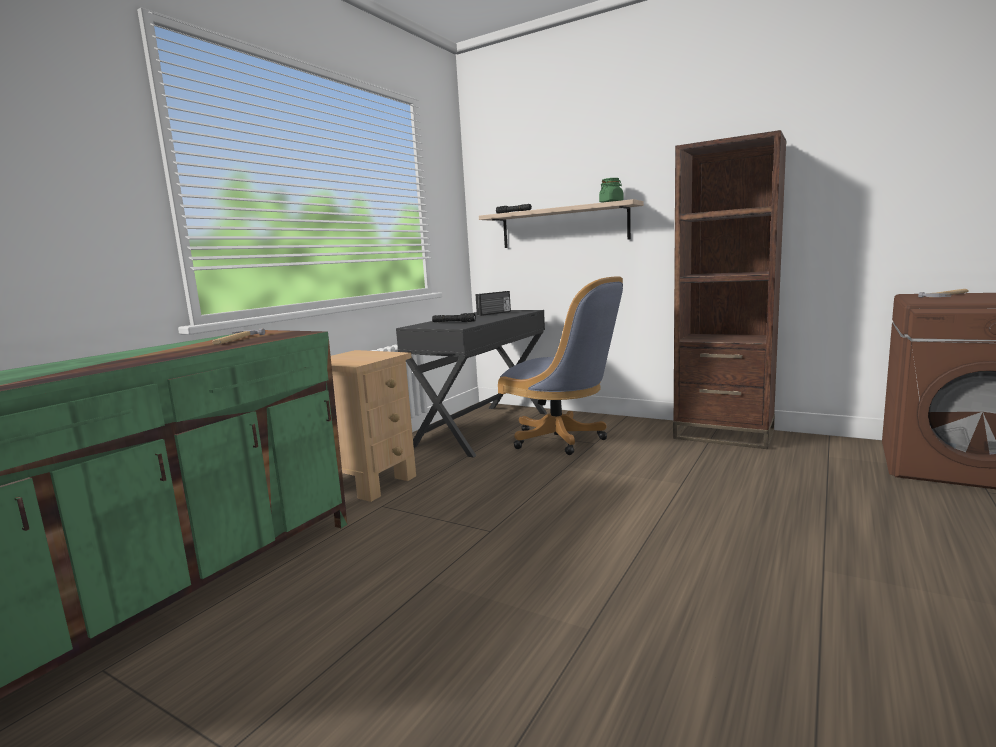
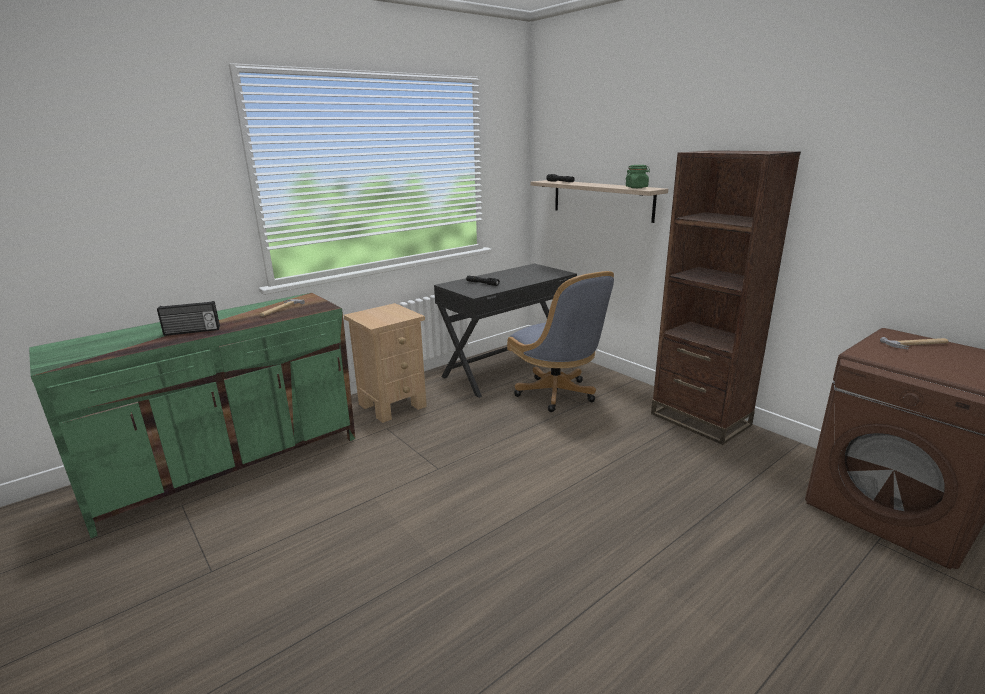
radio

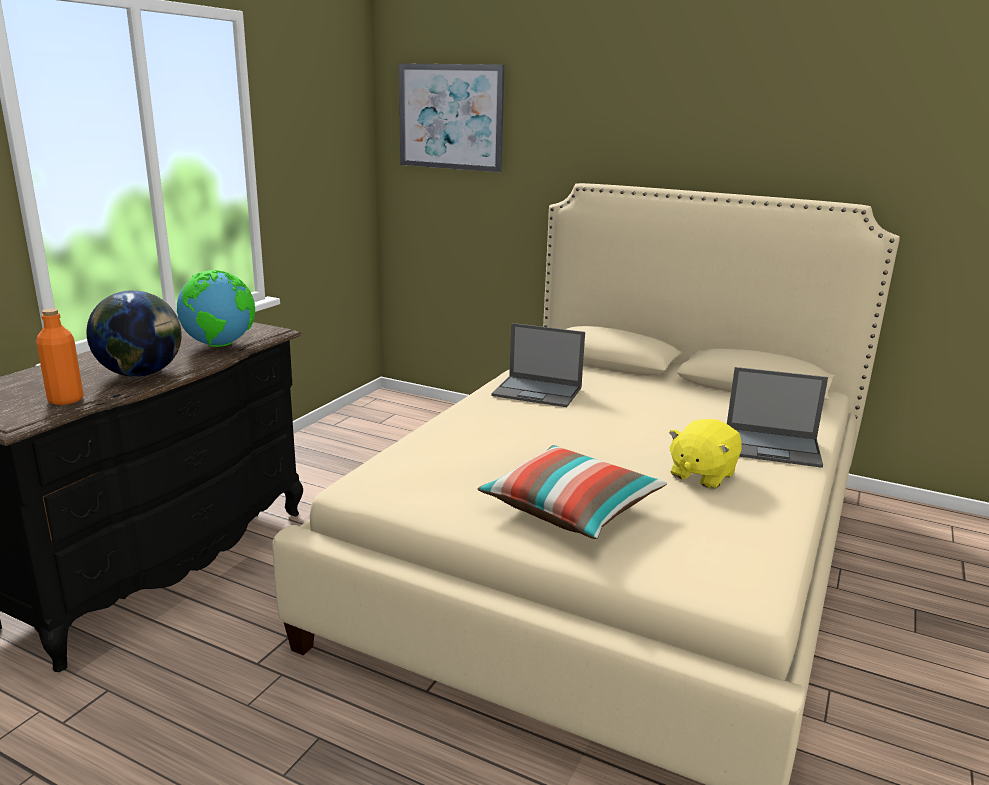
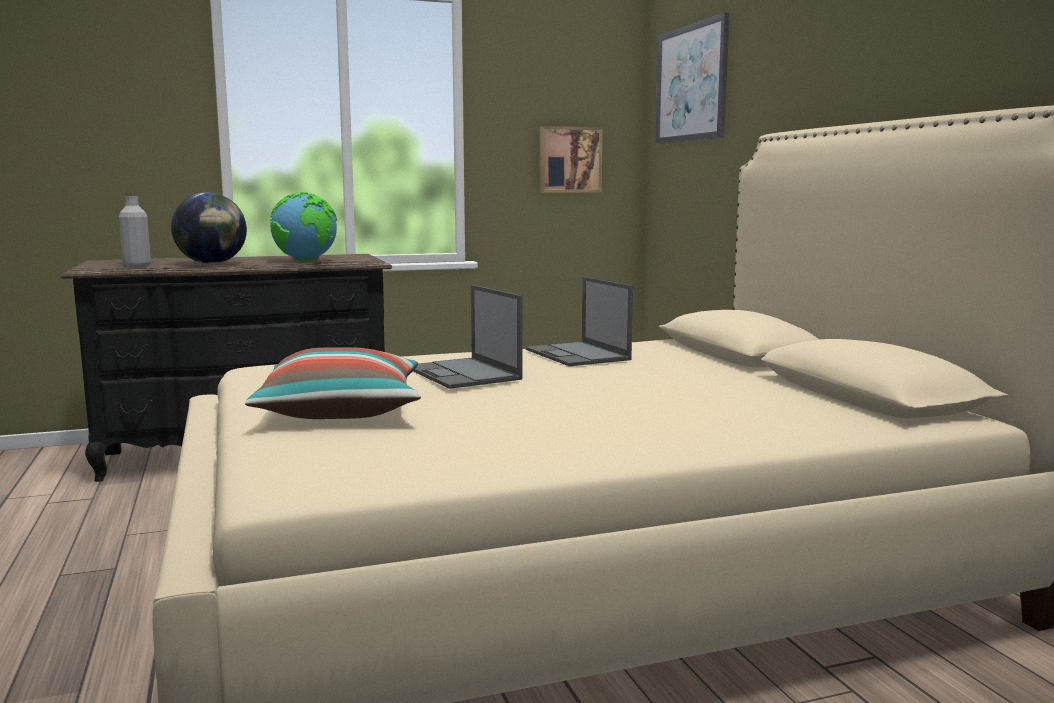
grey bottle; yellow plush toy; laptop (1st from left); picture (1st from left)

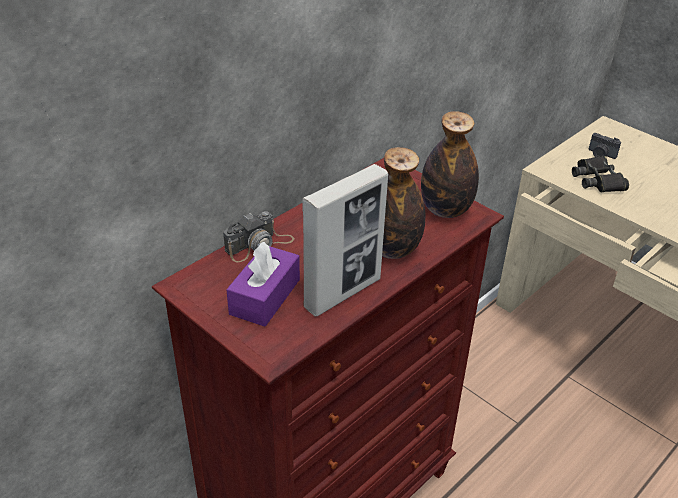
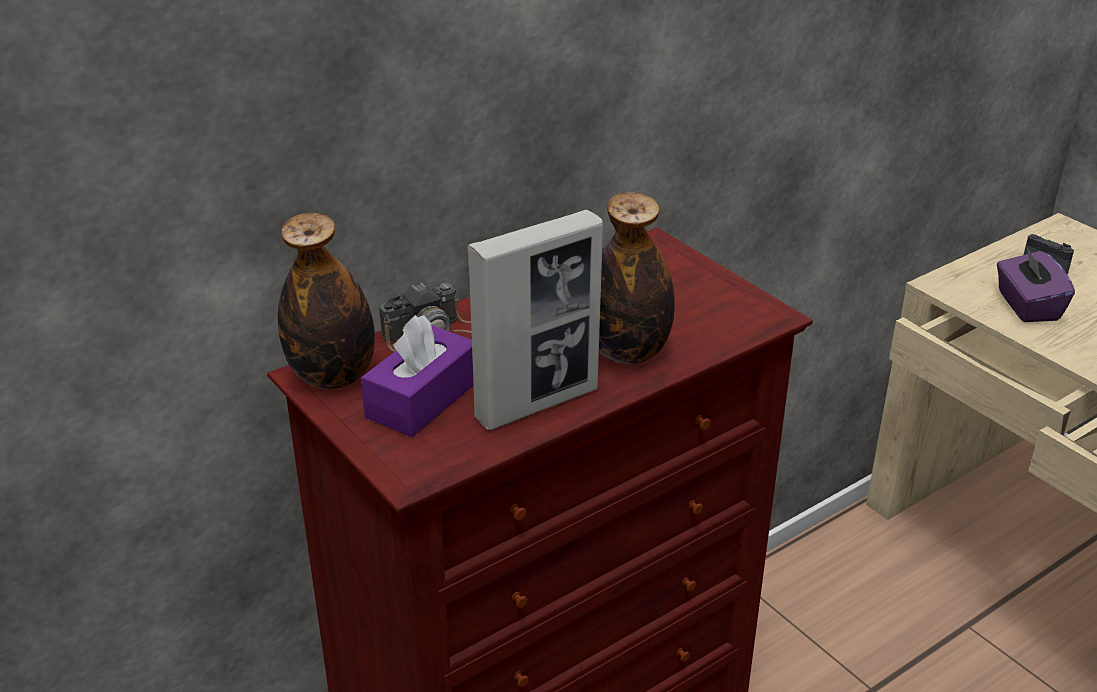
bottle (1st from left); purple tissue box (2nd from left)

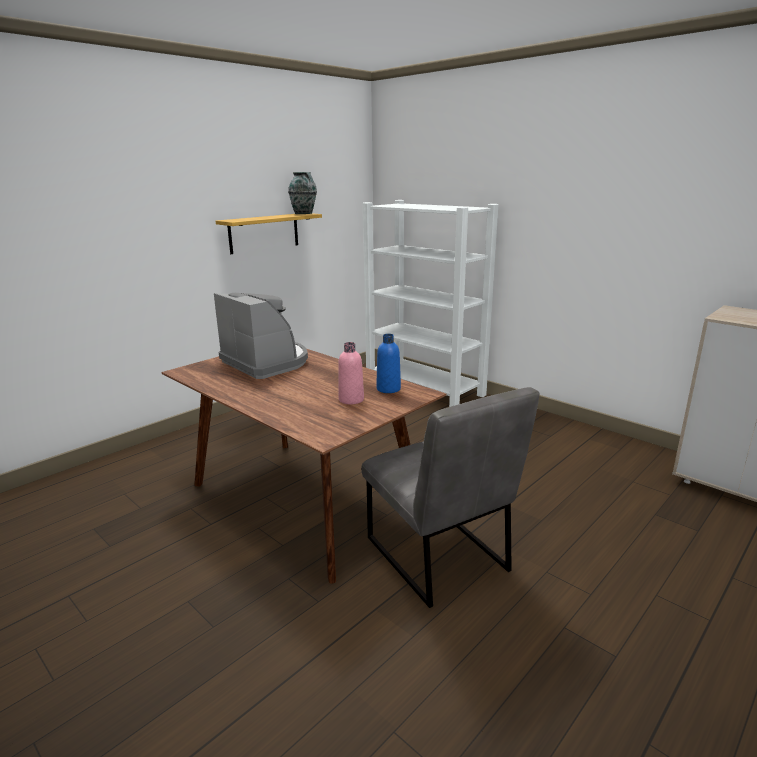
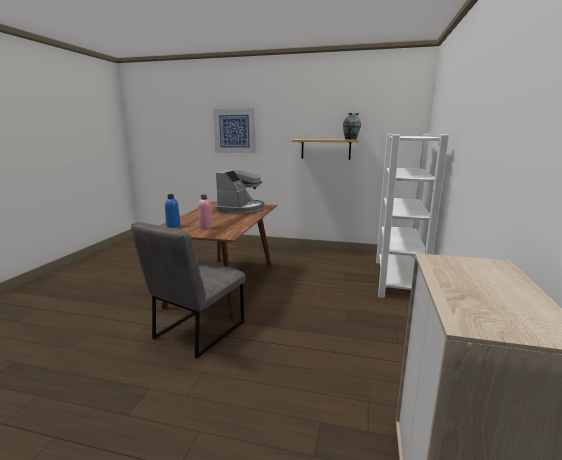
blue bottle; picture

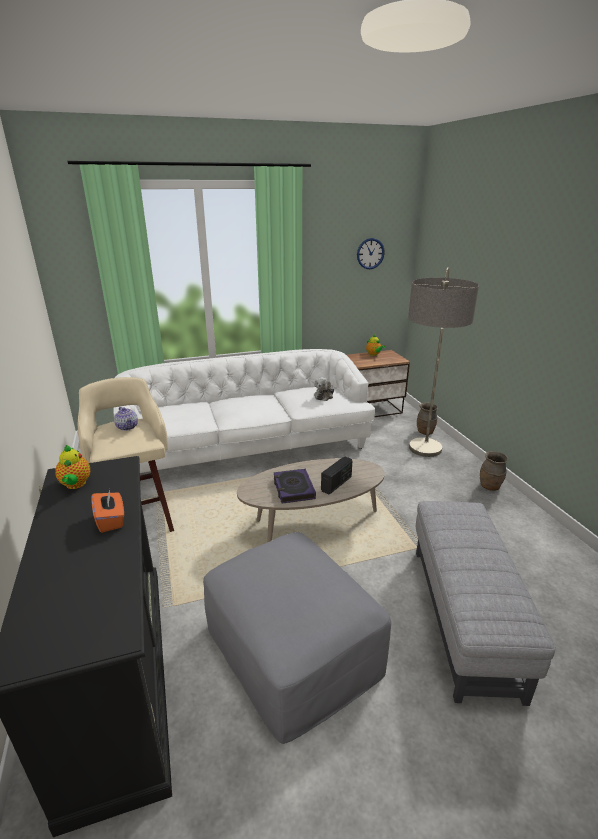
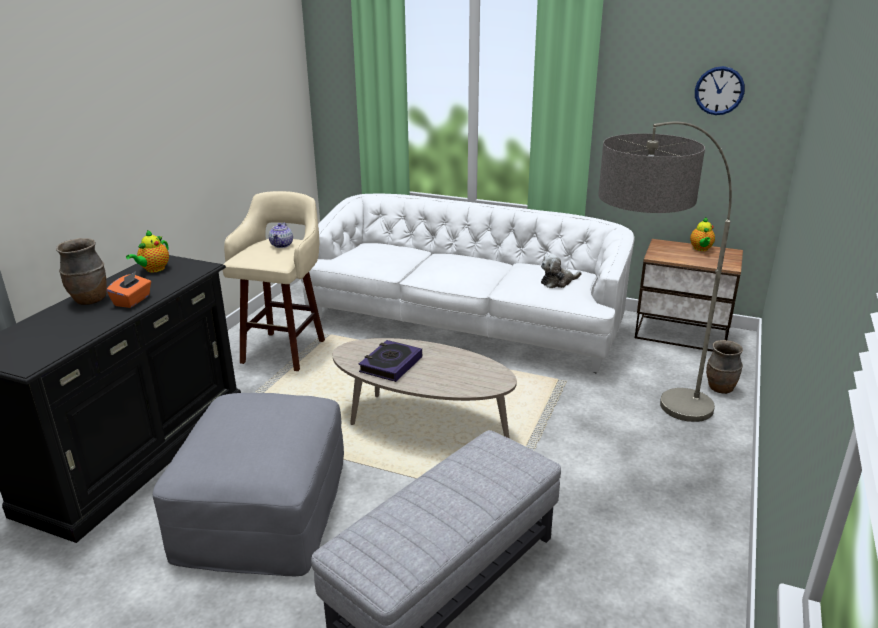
radio; brown vase (1st from left)

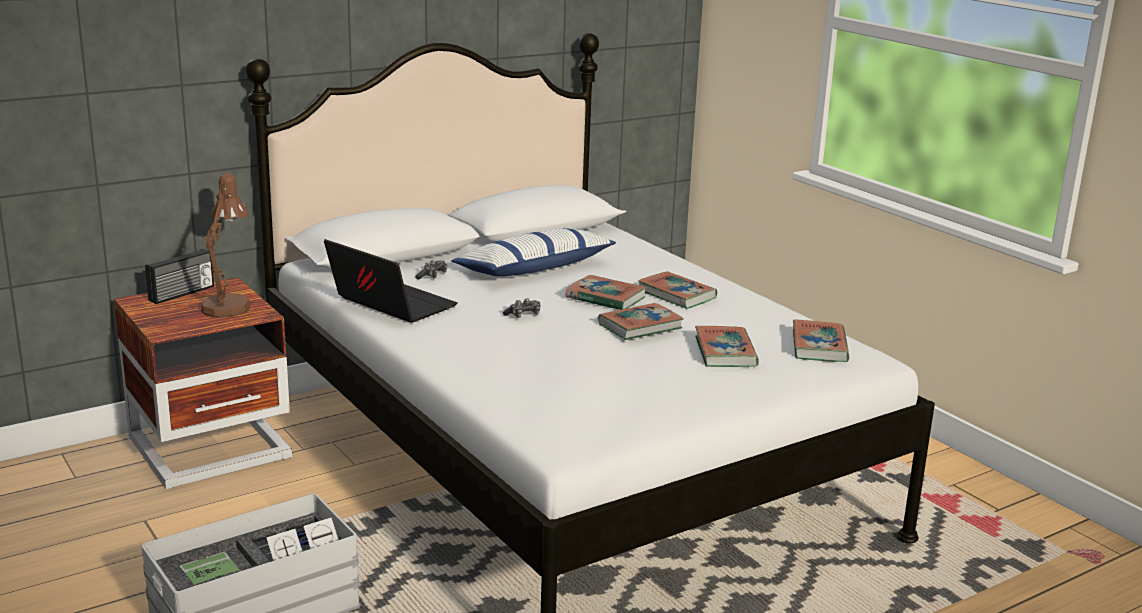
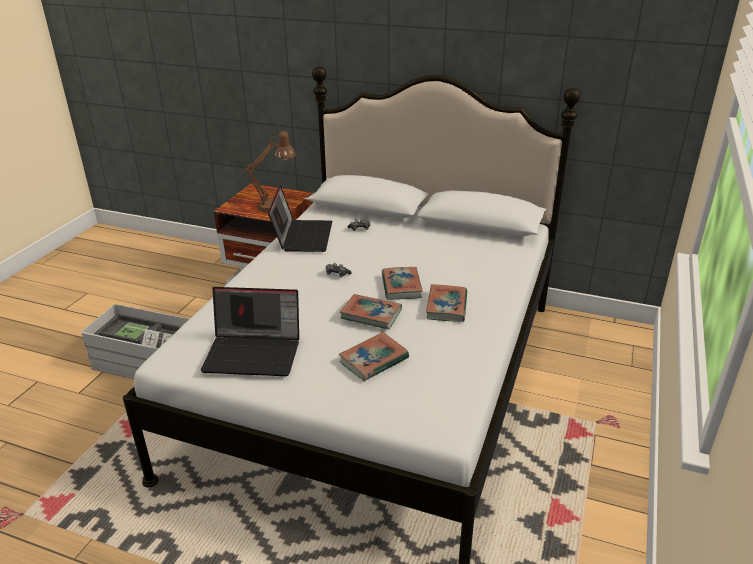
radio; pillow; book (5th from left in the first image); laptop (1st from left)

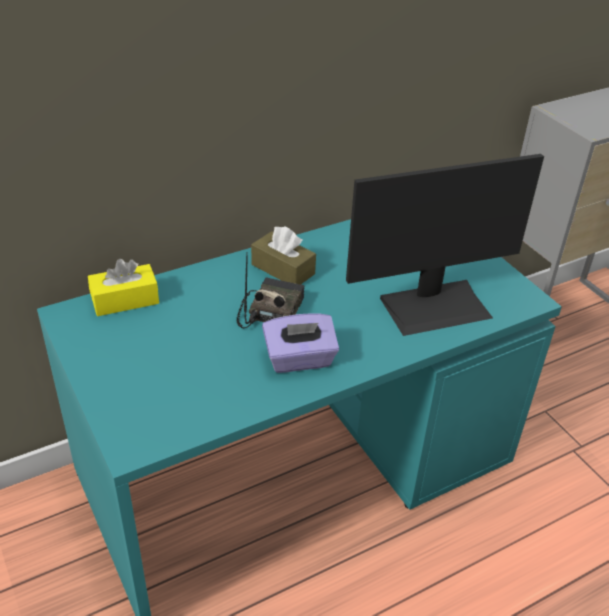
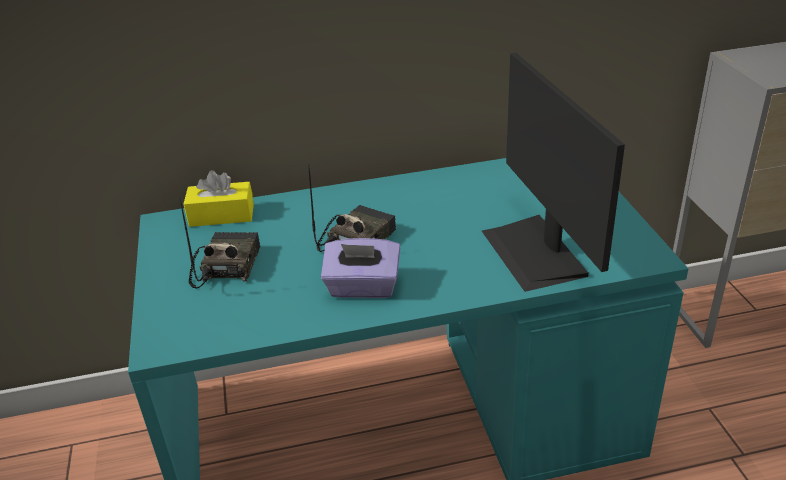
brown tissue box; monitor; radio (1st from left)

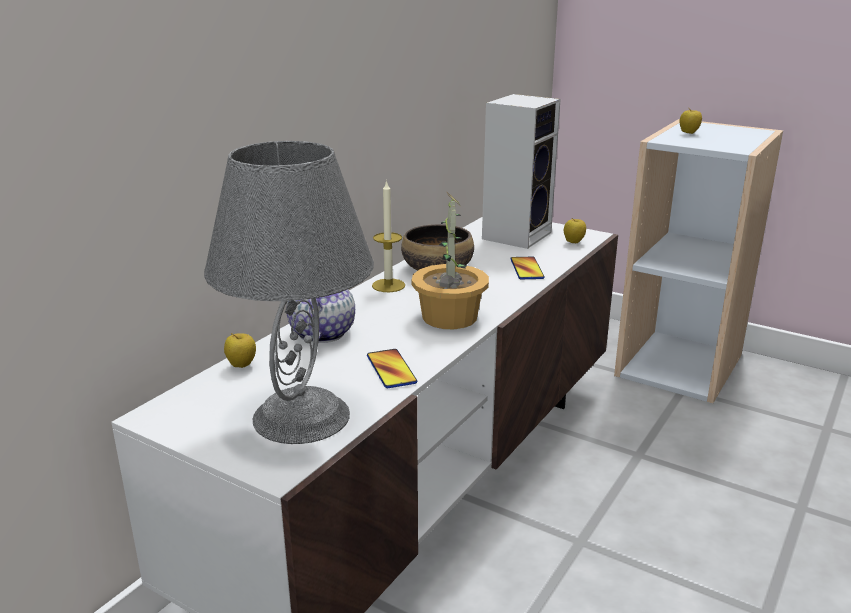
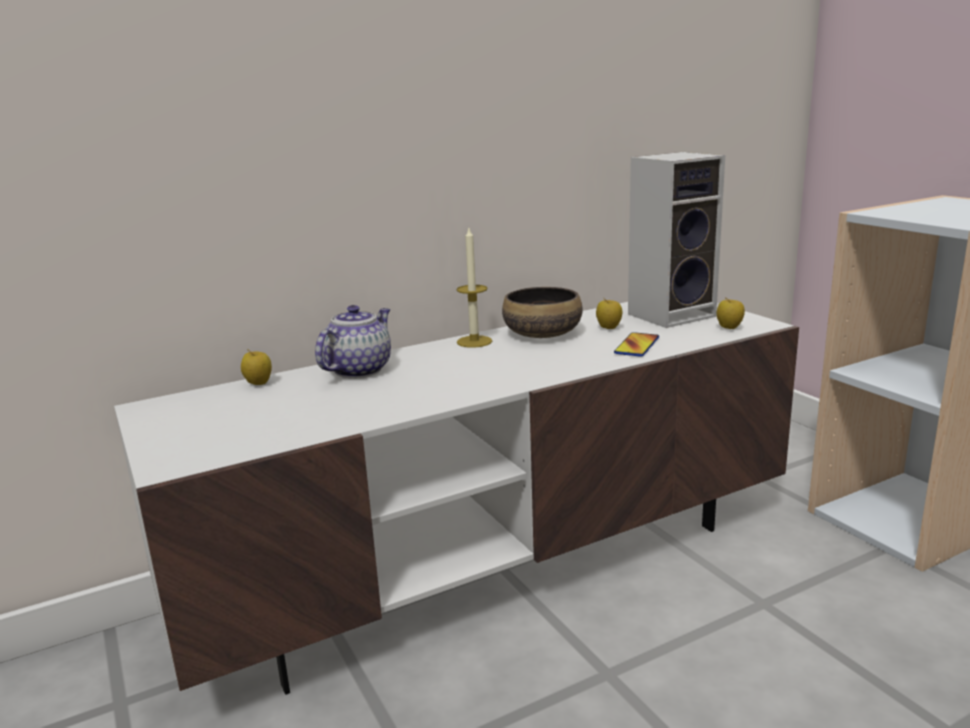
grey table lamp; phone (1st from left in the first image); potted plant; apple (2nd from left)

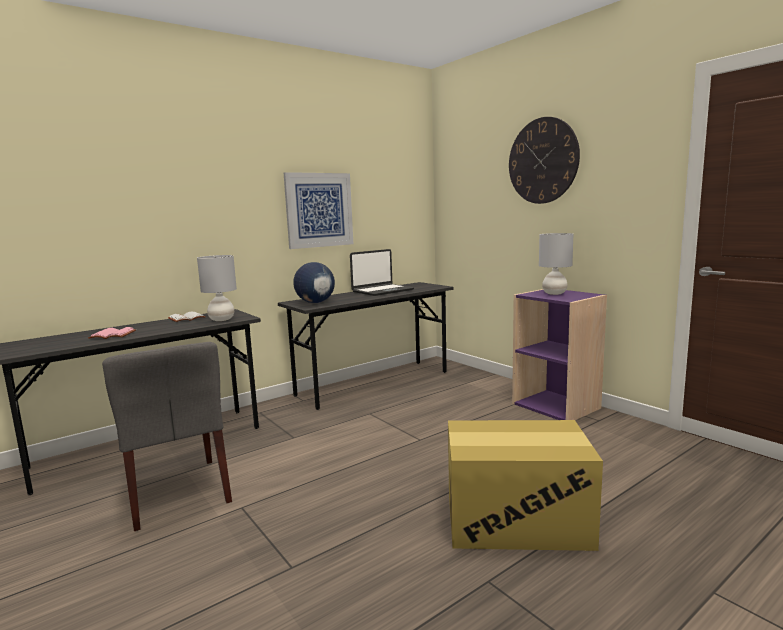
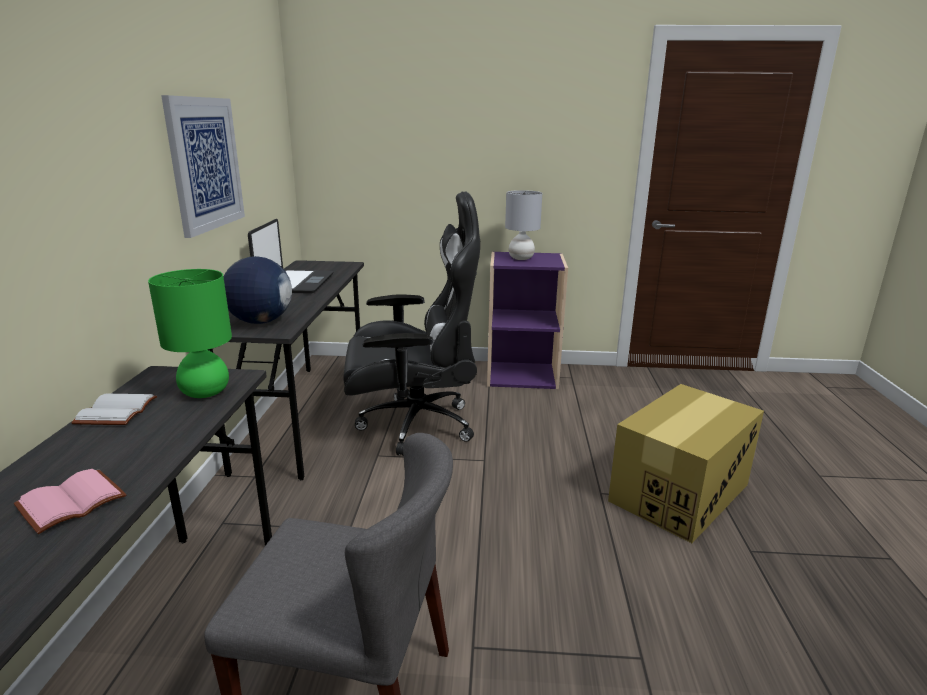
green table lamp; wall clock; black office chair

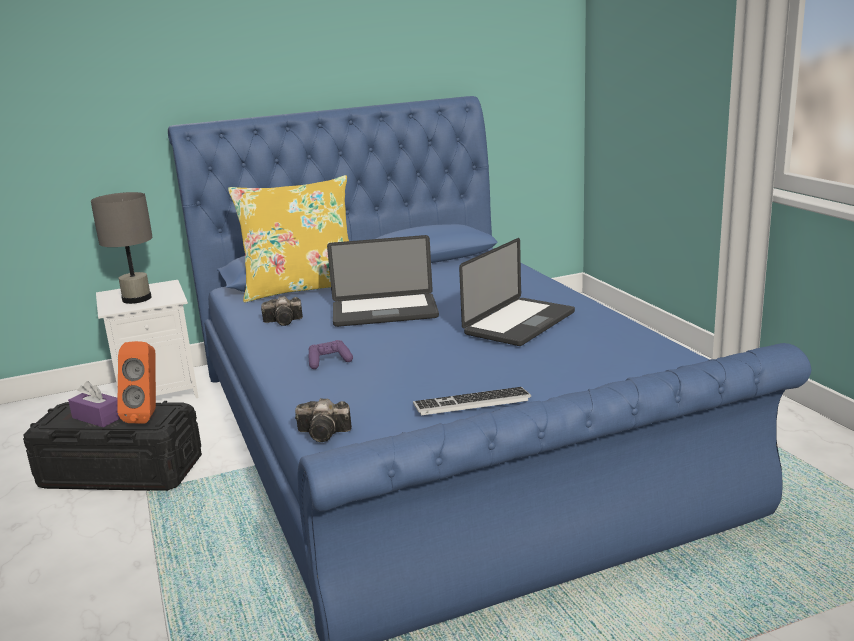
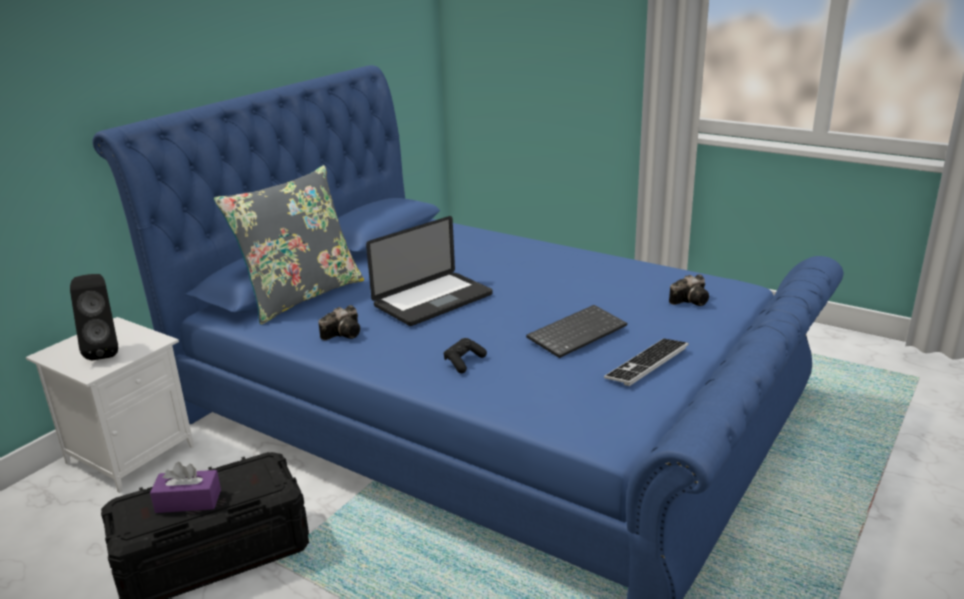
black speaker; orange speaker; grey pillow; photo camera (2nd from left); black game controller; laptop (2nd from left in the first image); keyboard (1st from left)

